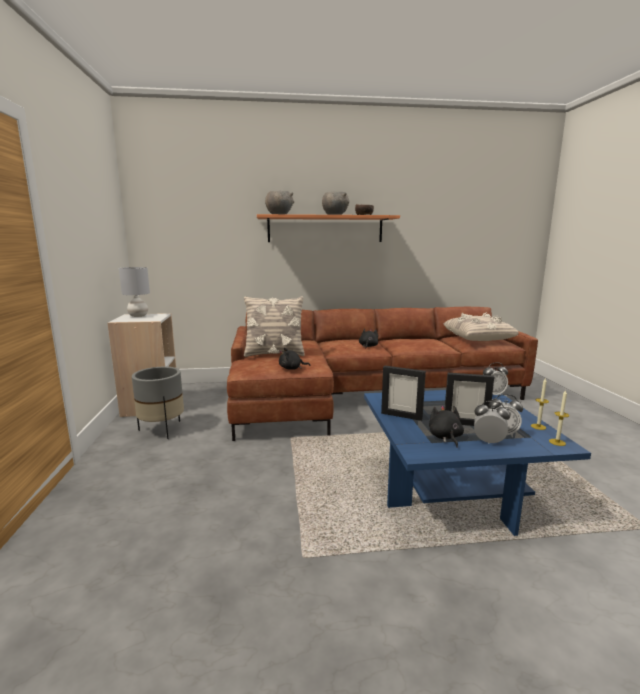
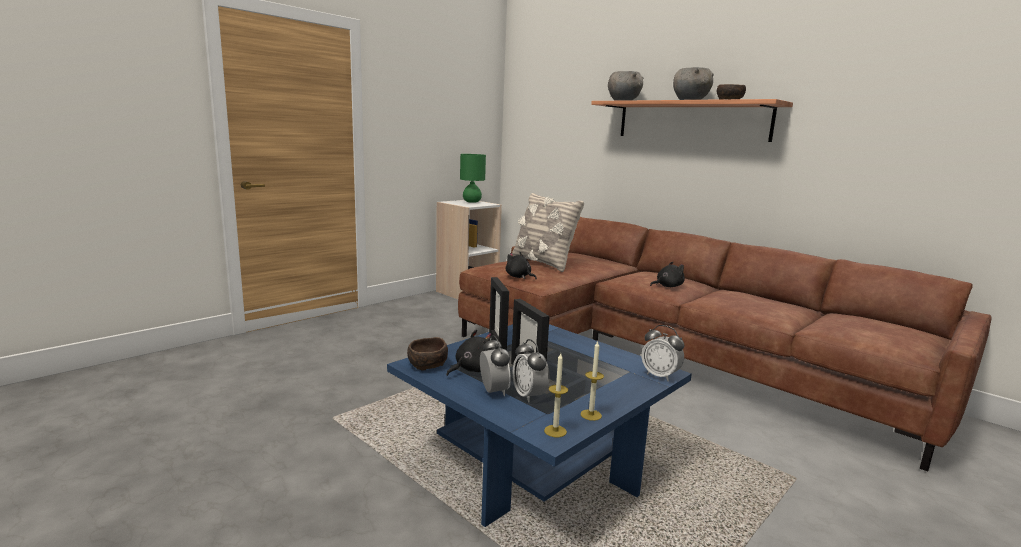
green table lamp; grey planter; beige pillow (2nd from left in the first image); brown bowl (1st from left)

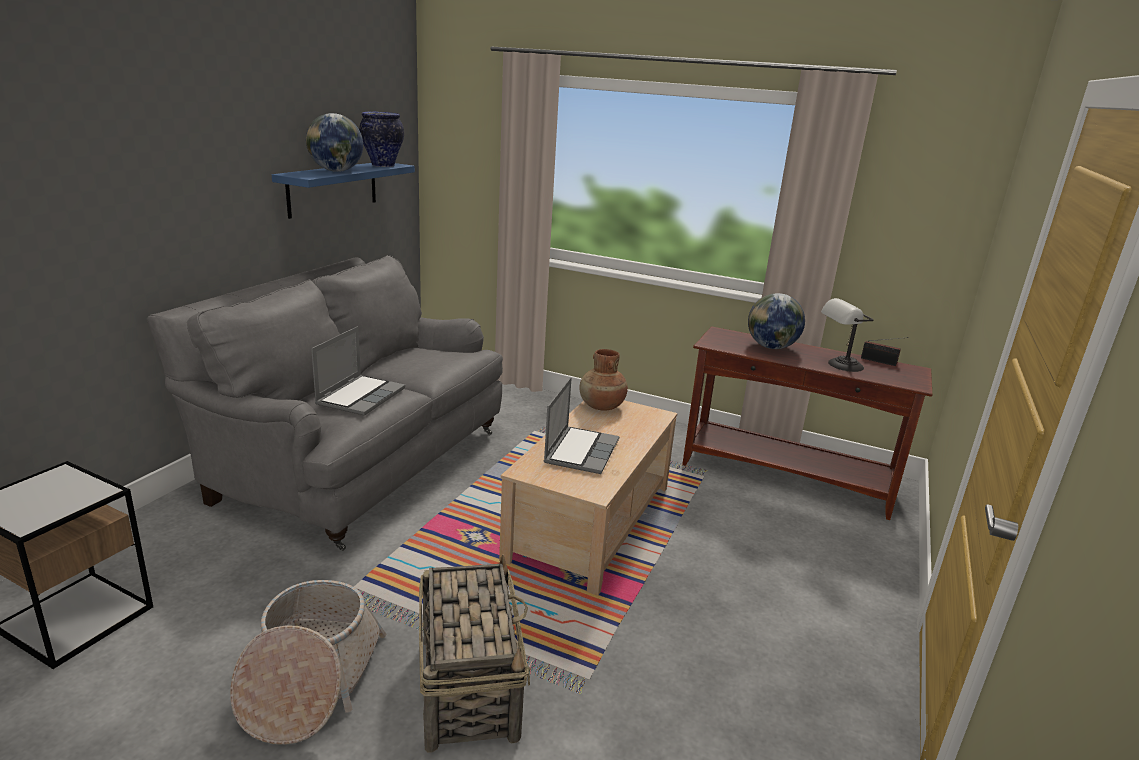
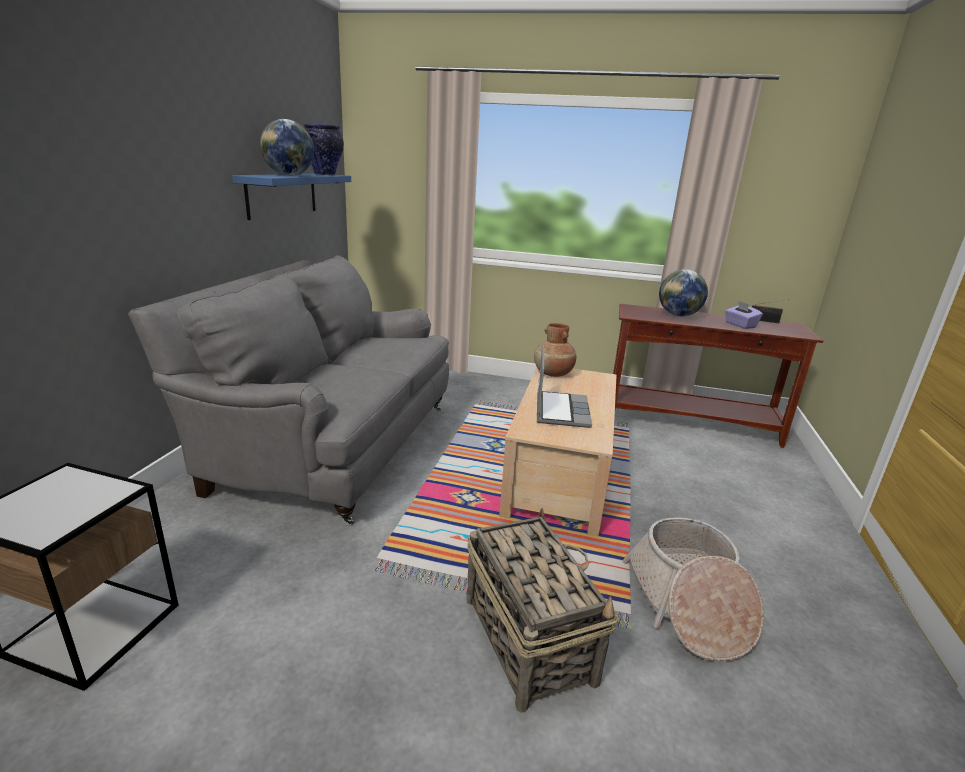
basket (2nd from left); laptop (1st from left in the first image); purple tissue box

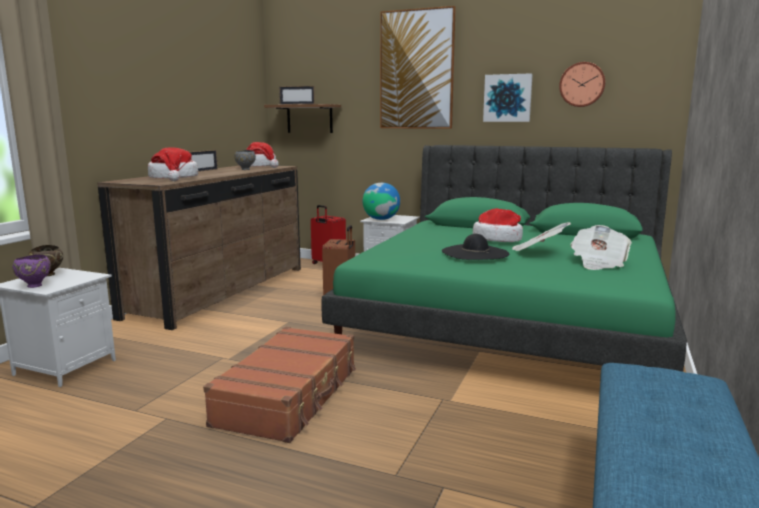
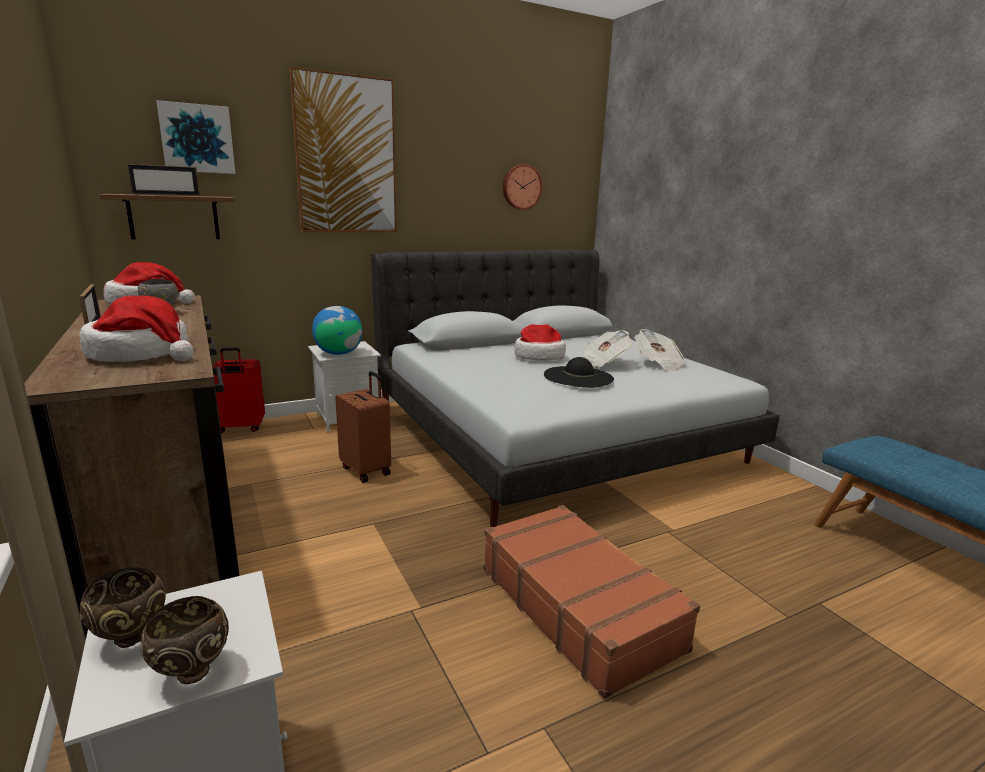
brown bowl (2nd from left); grey bed; picture (1st from left)

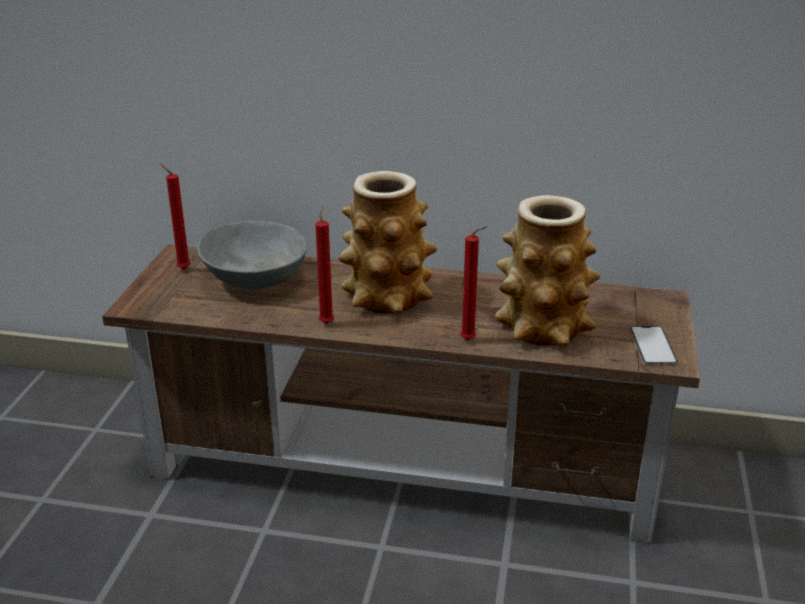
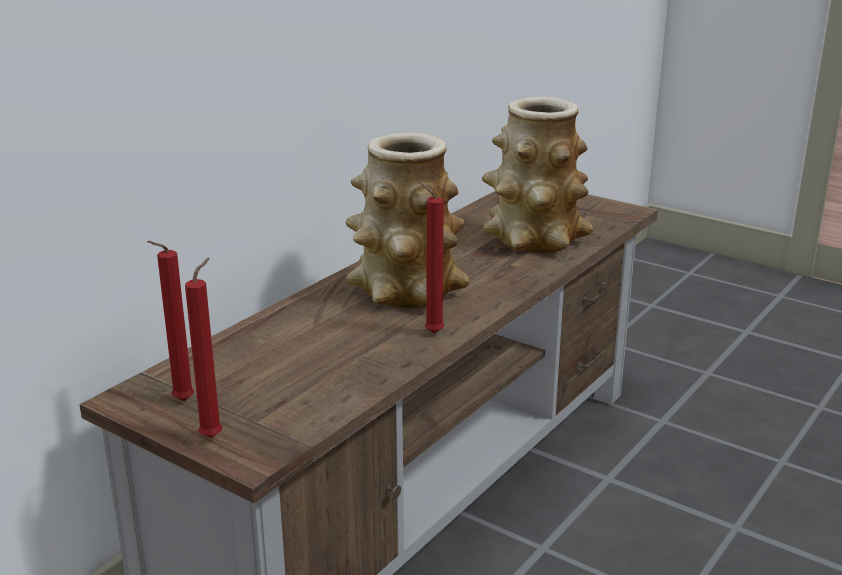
grey bowl; red candle (2nd from left); phone

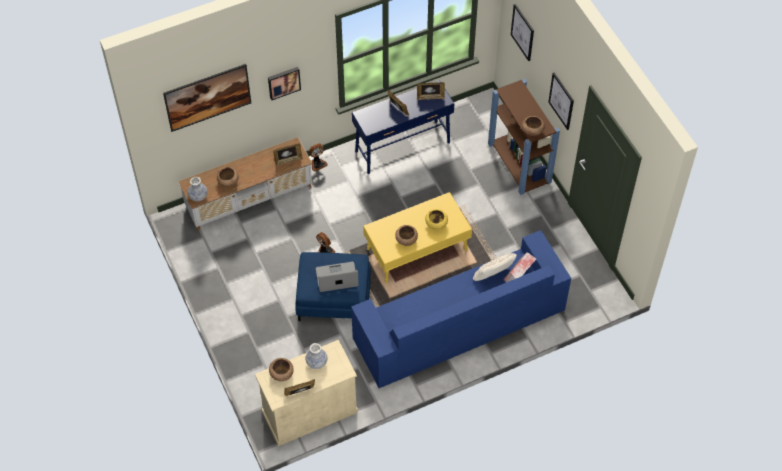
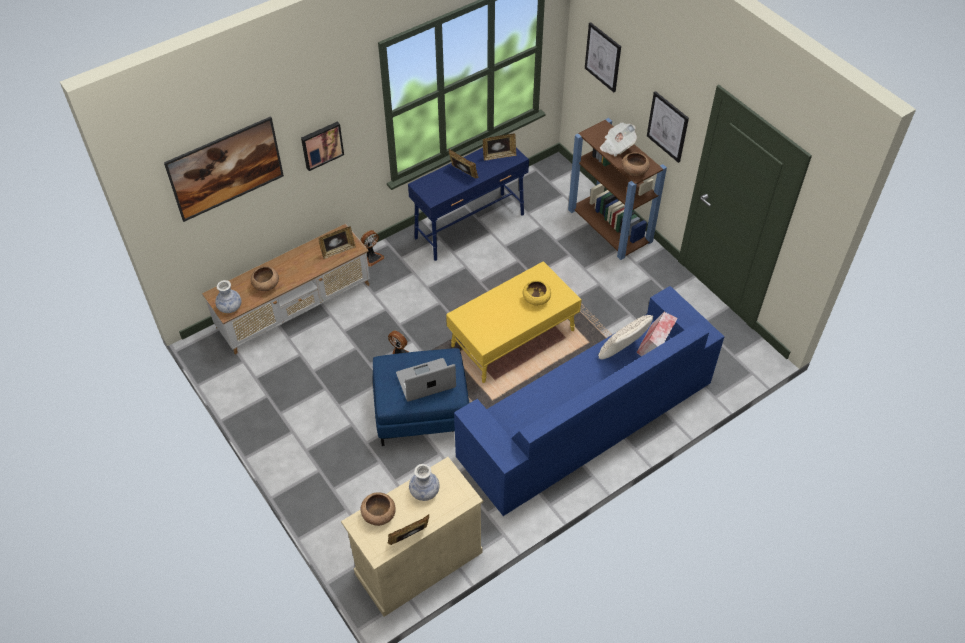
brown bowl (3rd from left in the first image); newspaper

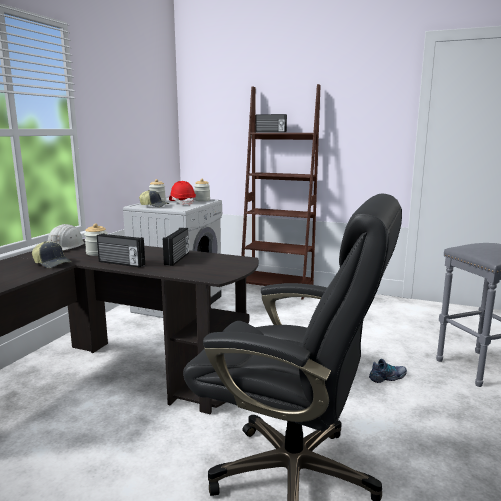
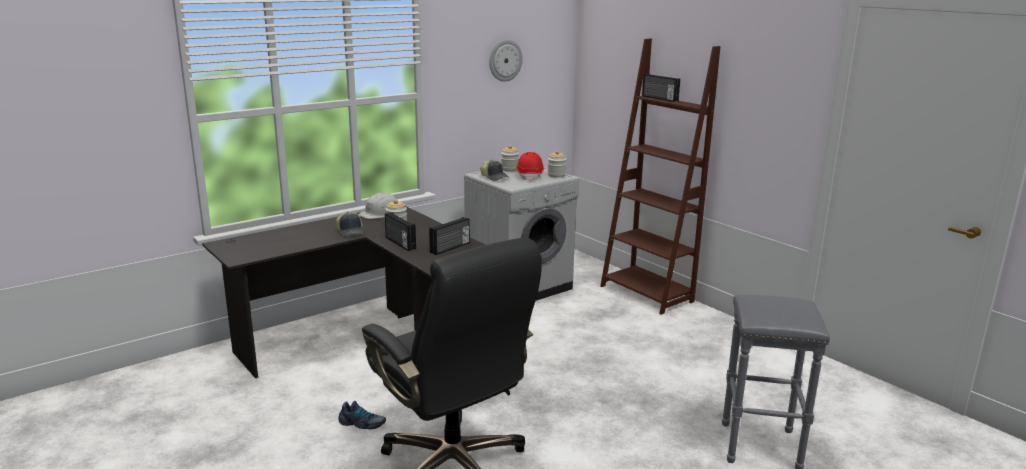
shoe; wall clock

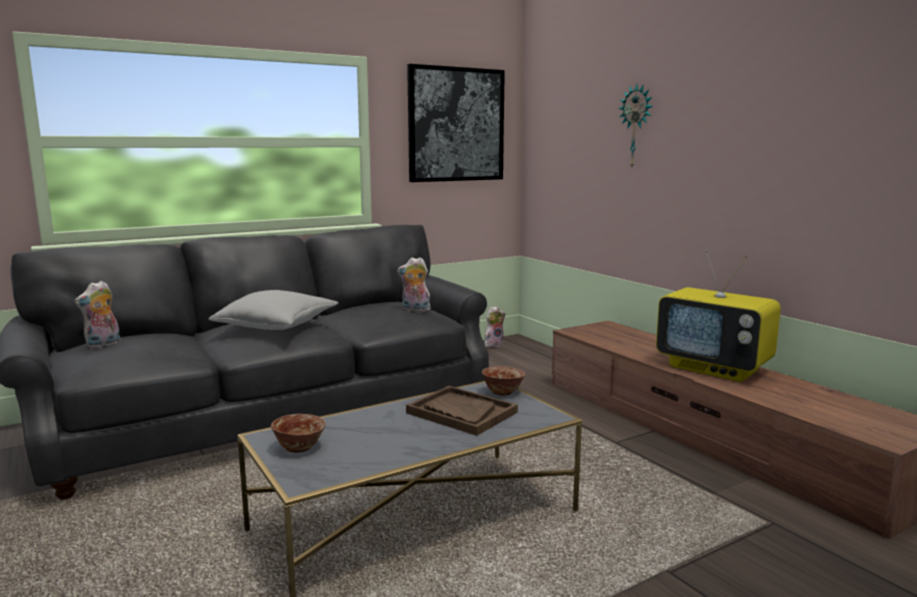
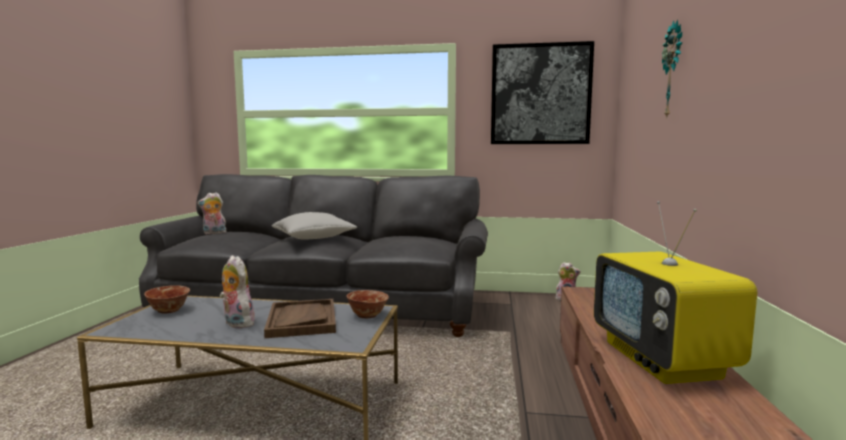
plush toy (2nd from left)

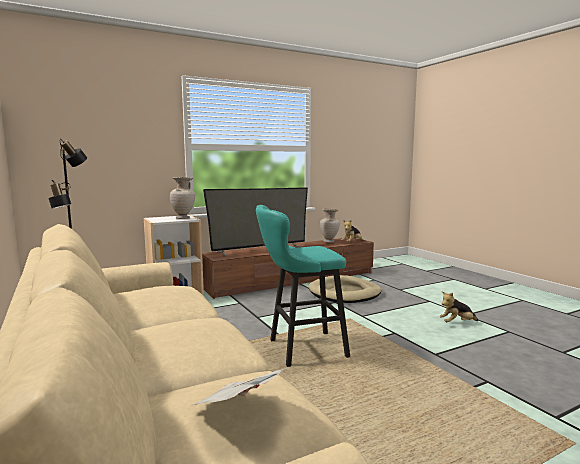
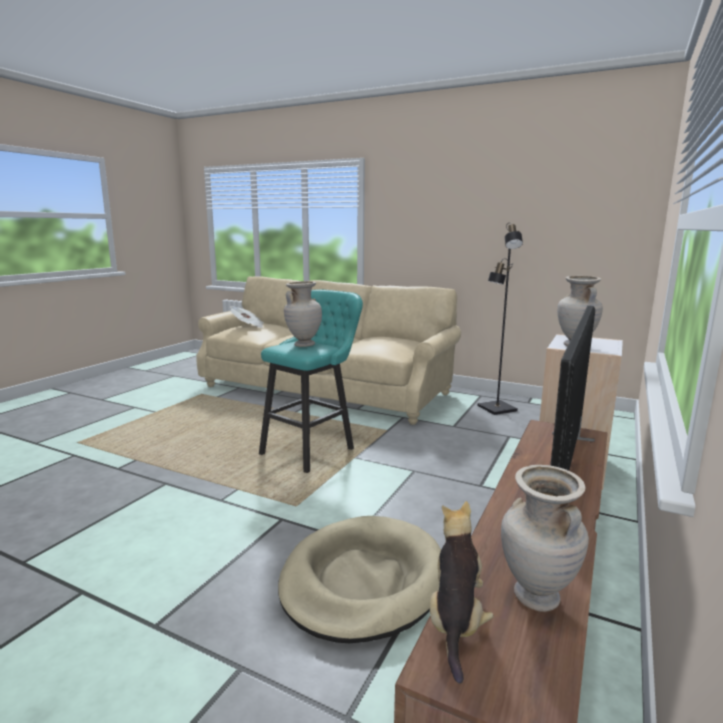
plush toy (2nd from left in the first image); beige vase (1st from left)

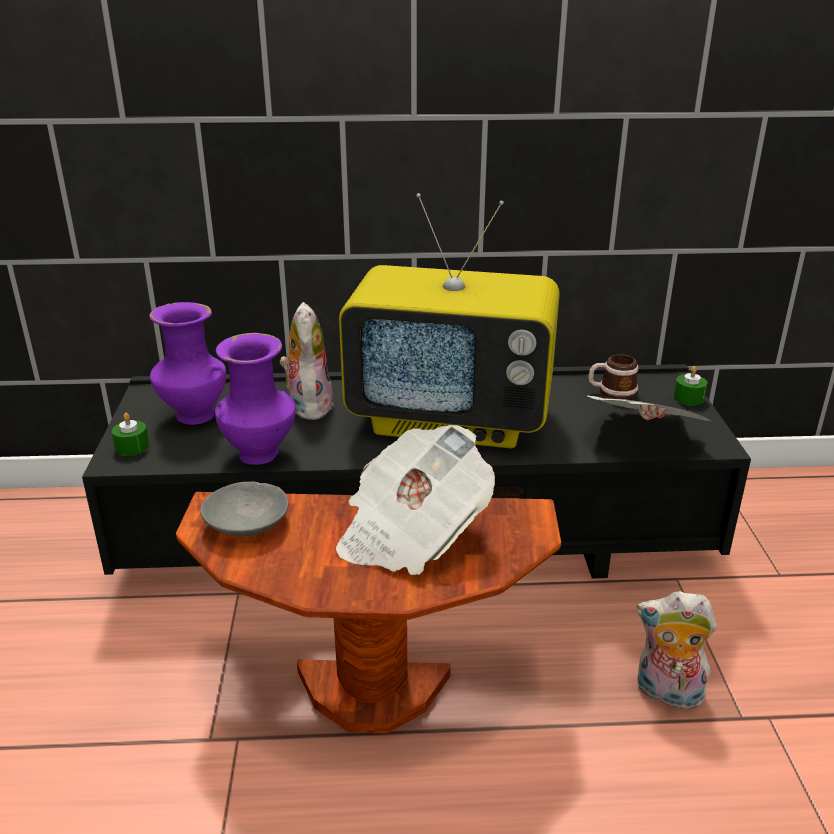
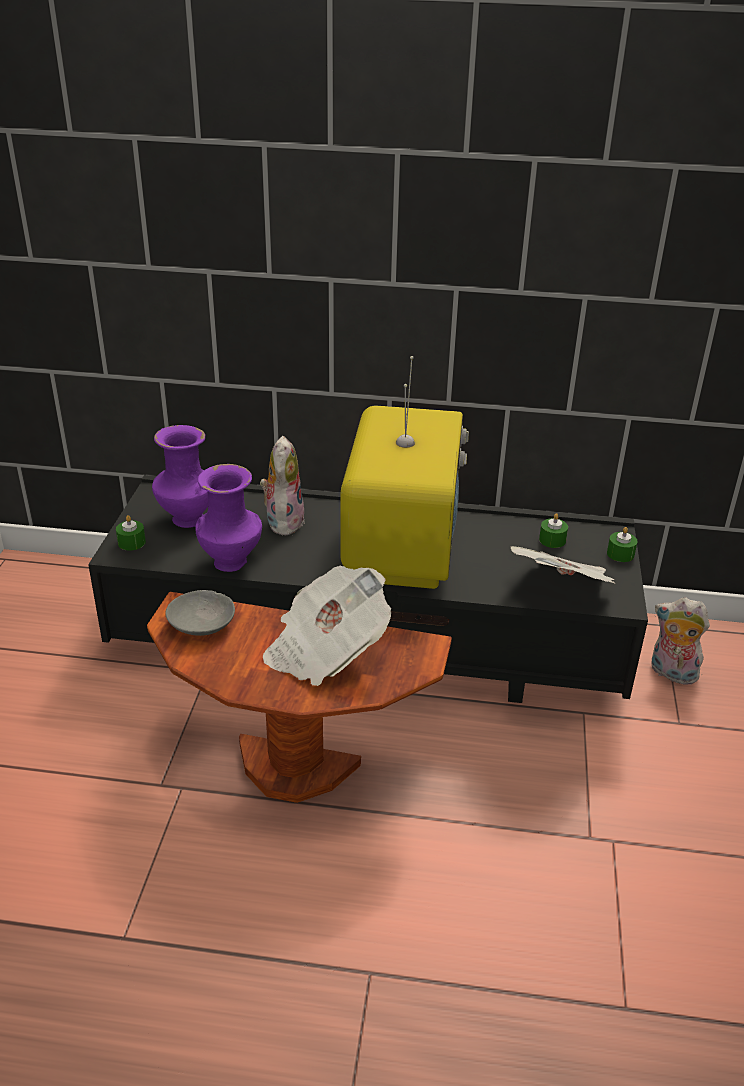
television; green candle (2nd from left); plush toy (2nd from left)

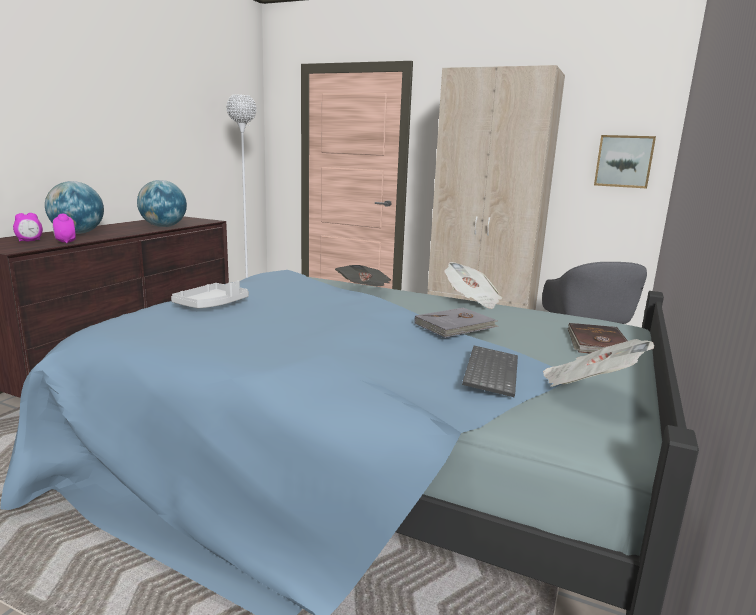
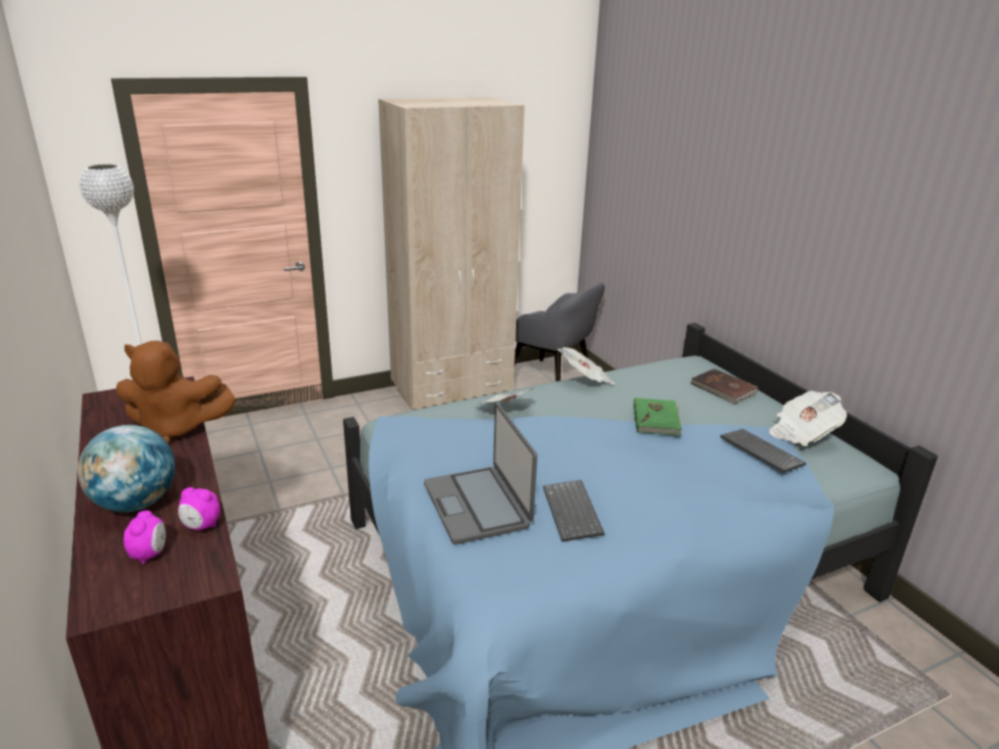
brown plush toy; laptop; green book; picture; keyboard (1st from left)

